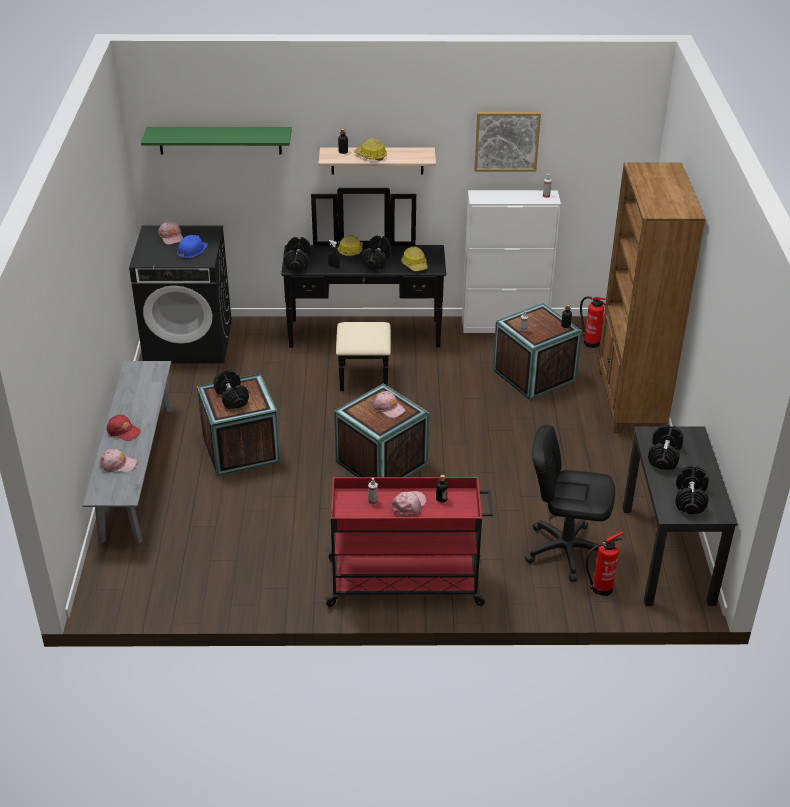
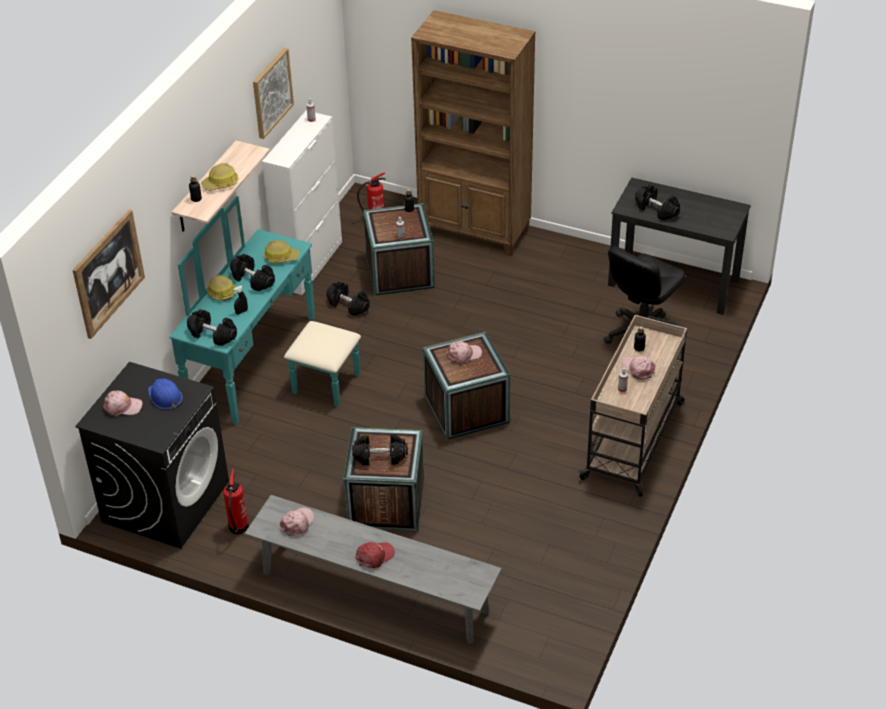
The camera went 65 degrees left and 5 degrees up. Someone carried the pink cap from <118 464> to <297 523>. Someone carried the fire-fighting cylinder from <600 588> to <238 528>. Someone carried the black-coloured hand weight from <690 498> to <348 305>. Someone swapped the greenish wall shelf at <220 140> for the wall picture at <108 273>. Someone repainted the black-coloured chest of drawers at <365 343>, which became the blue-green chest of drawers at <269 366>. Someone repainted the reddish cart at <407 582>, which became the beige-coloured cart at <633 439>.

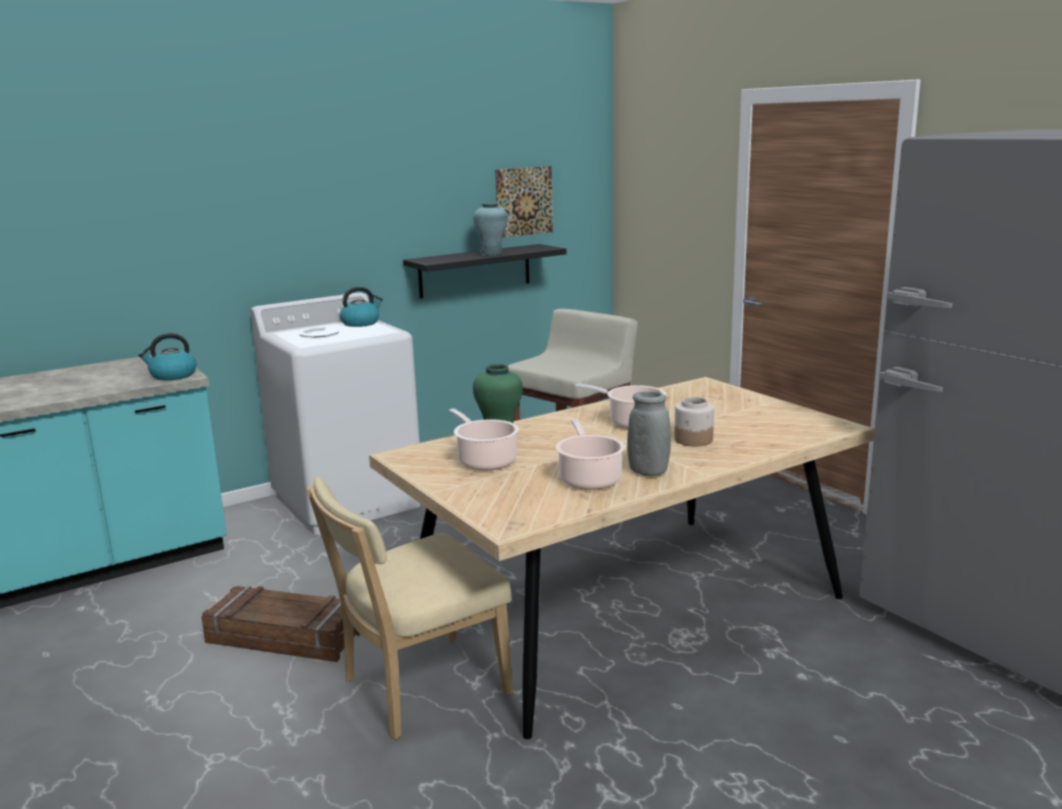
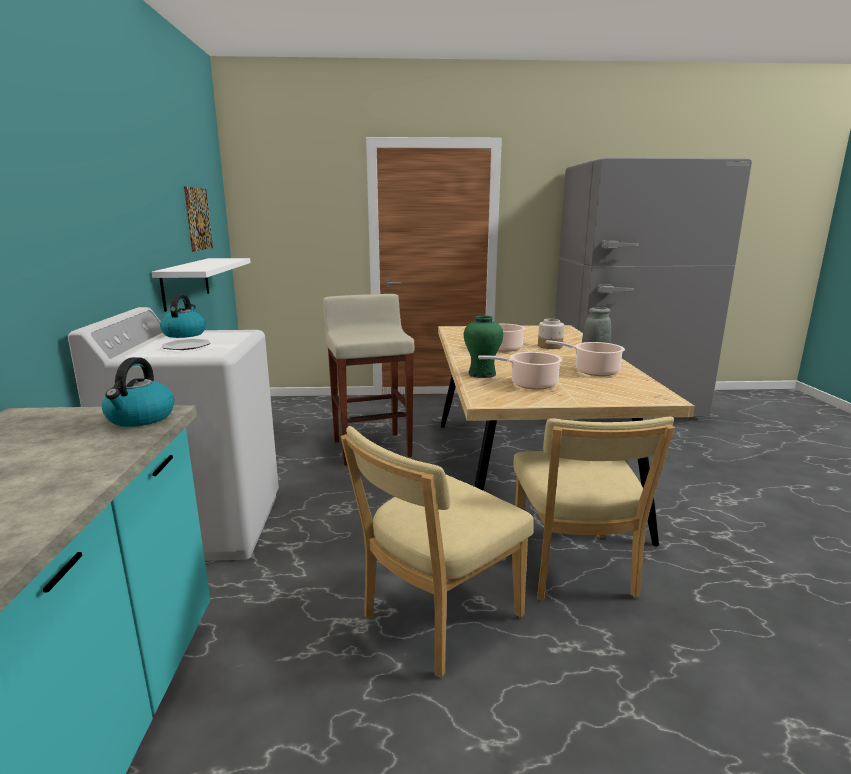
The camera went 60 degrees left and 0 degrees up. Someone took away the blue-green flower vase at <491 254>. Someone swapped the packing crate at <285 636> for the beige-coloured chair at <436 619>. Someone repainted the black-coloured wall shelf at <475 270>, which became the white-coloured wall shelf at <186 283>.

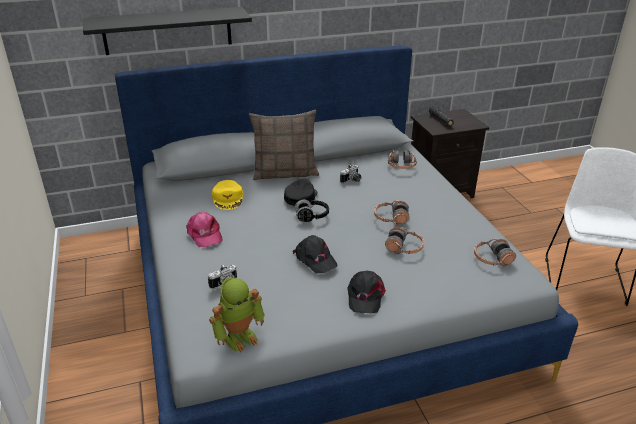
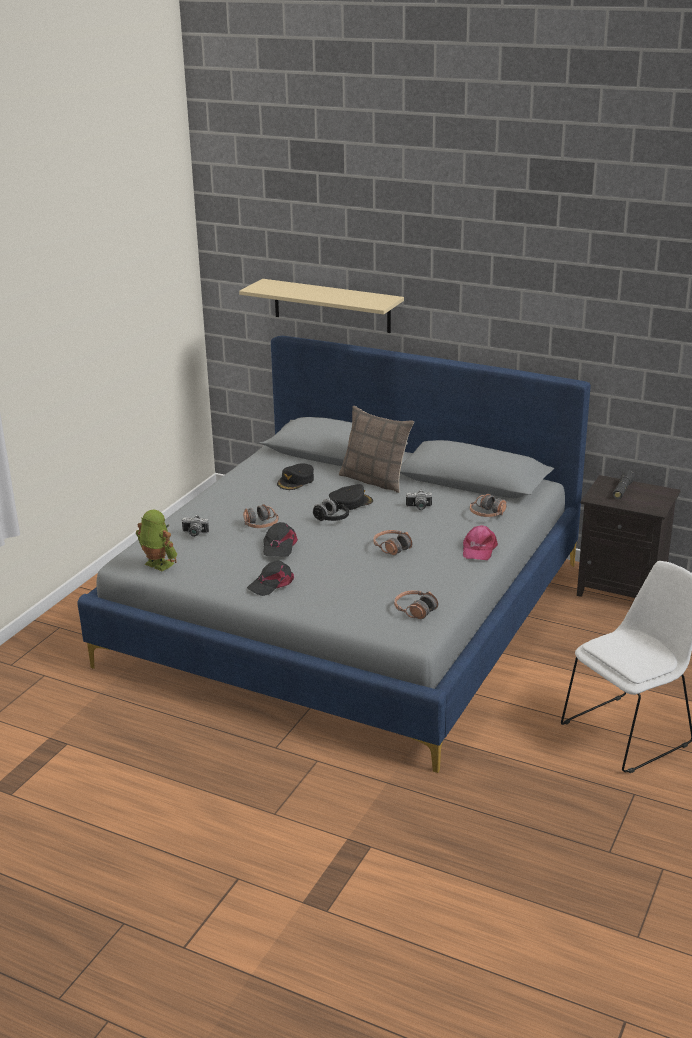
The camera went 45 degrees right and 5 degrees down. Someone carried the pink cap from <204 234> to <478 549>. Someone carried the pair of headphones from <404 248> to <260 525>. Someone repainted the black-coloured wall shelf at <168 30>, which became the beige-coloured wall shelf at <331 306>. Someone repainted the yellowish cap at <228 198>, which became the black-coloured cap at <296 481>. Someone rotated the toy robot at <239 337> by 150 degrees counterclockwise.

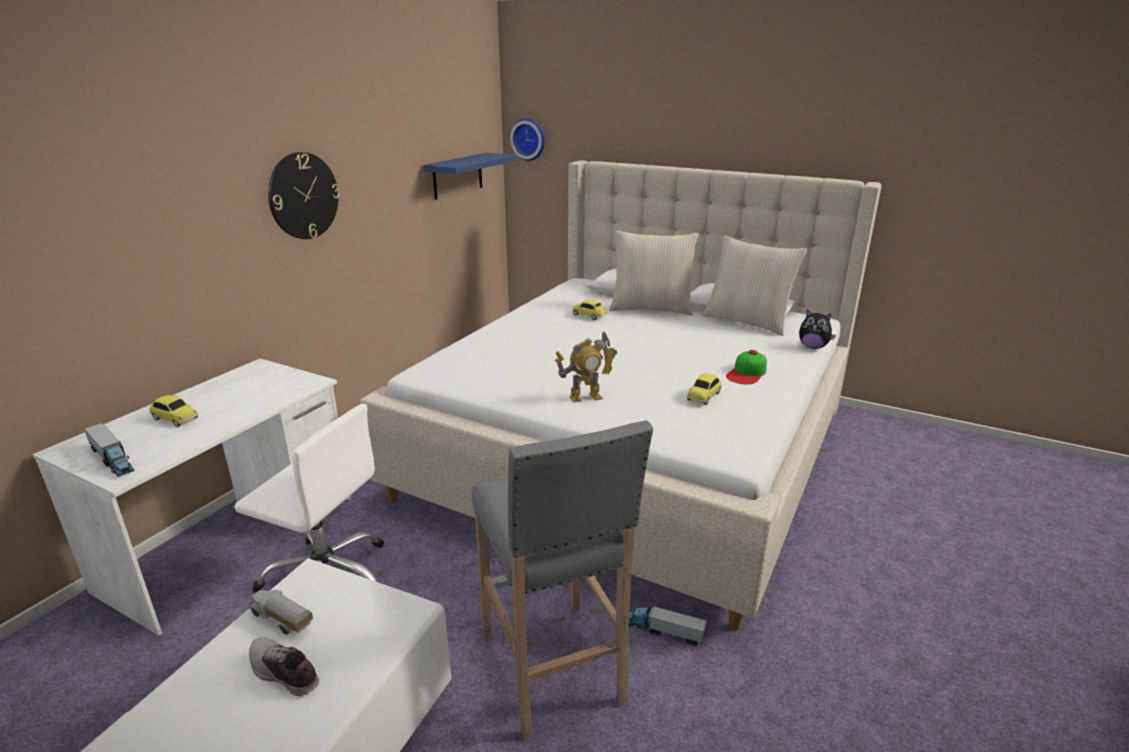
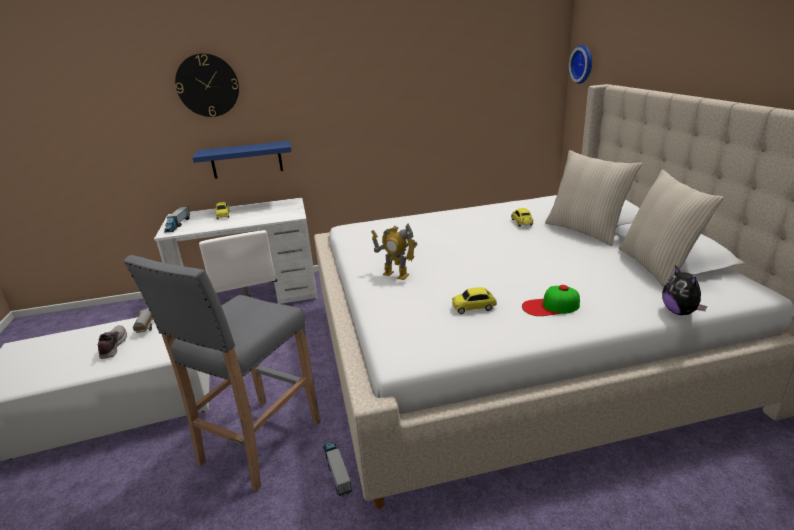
The camera went 50 degrees right and 0 degrees up. Someone carried the hanging clock from <303 196> to <207 85>. Someone carried the blue-coloured wall shelf from <457 176> to <246 160>.

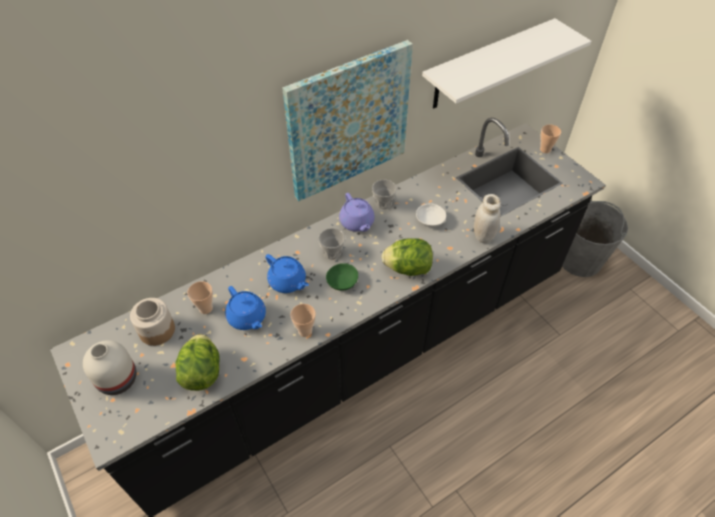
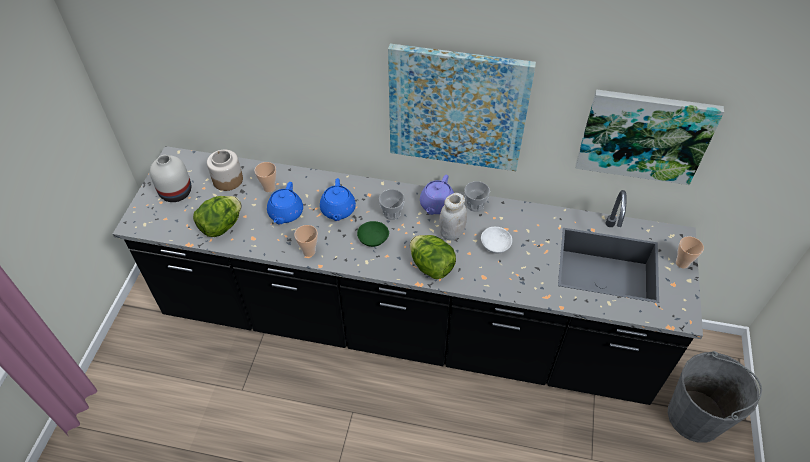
The camera went 45 degrees right and 0 degrees up. Someone carried the white-coloured preserve jar from <483 236> to <451 233>. Someone swapped the white-coloured wall shelf at <487 65> for the wall picture at <644 135>.

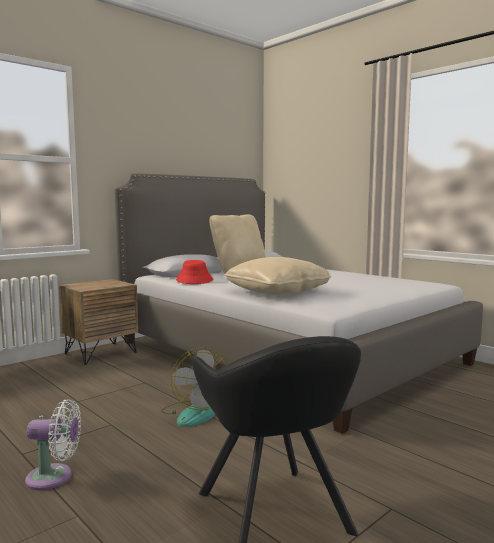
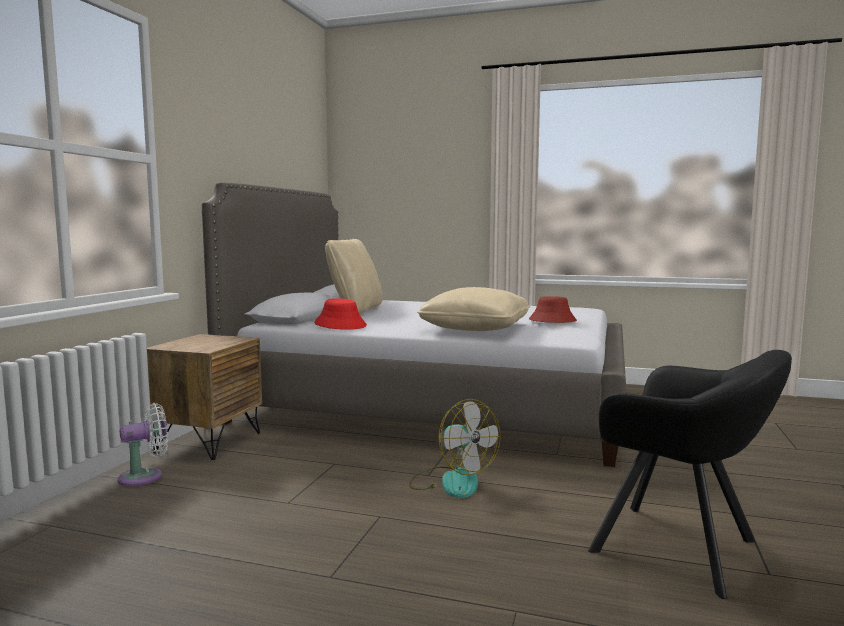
The camera went 30 degrees left and 0 degrees up. Someone put down the reddish wearable hat at <552 321>. Someone carried the white-coloured fan from <54 477> to <145 477>.

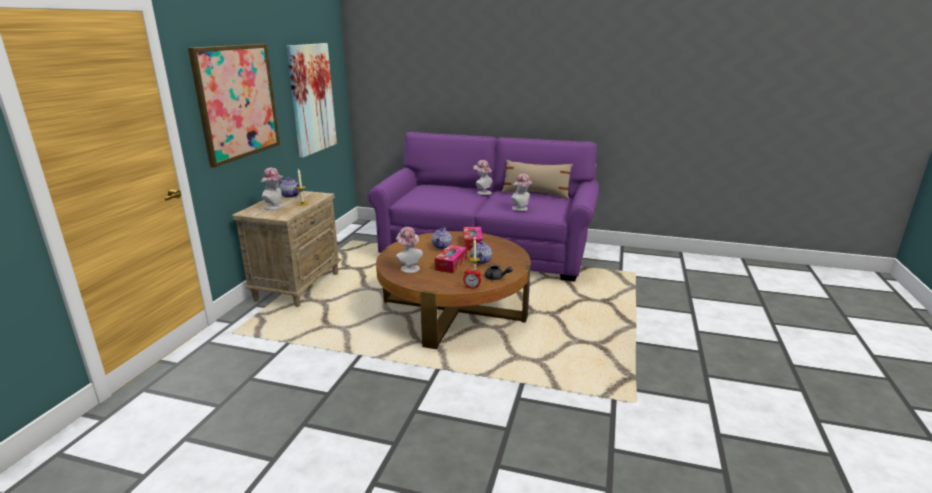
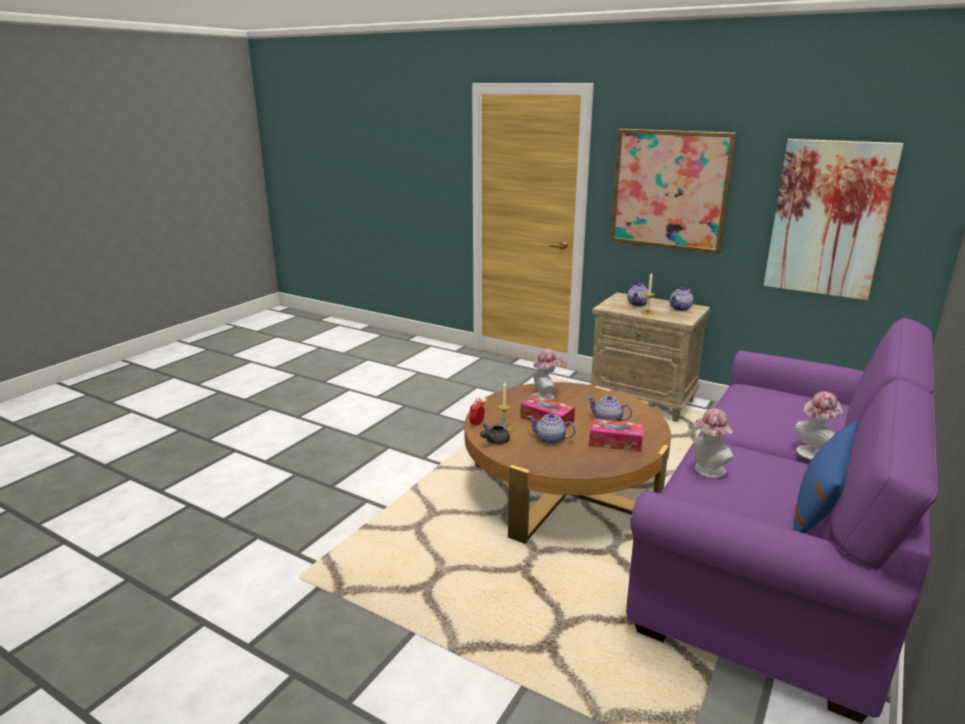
The camera went 105 degrees right and 0 degrees up. Someone swapped the wearable hat at <275 207> for the teapot at <638 304>. Someone repainted the beige-coloured throw pillow at <535 194>, which became the blue-coloured throw pillow at <819 508>.

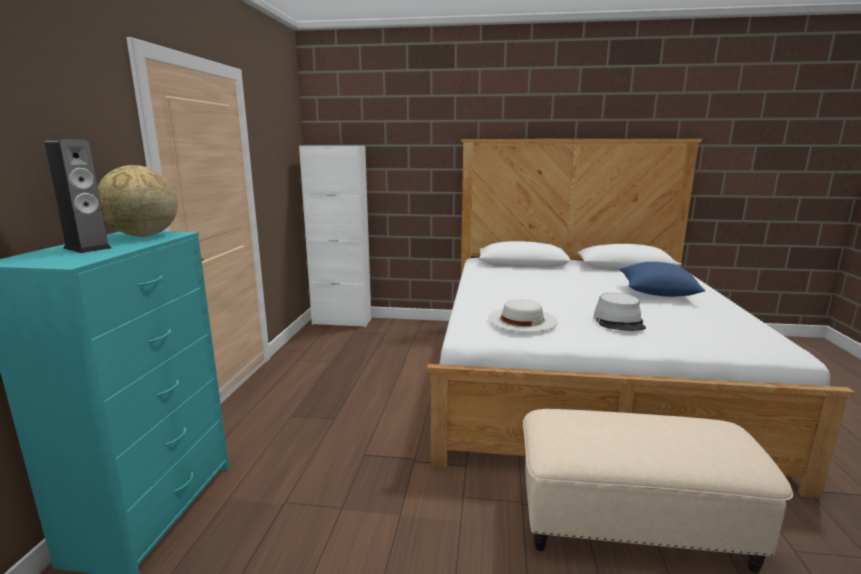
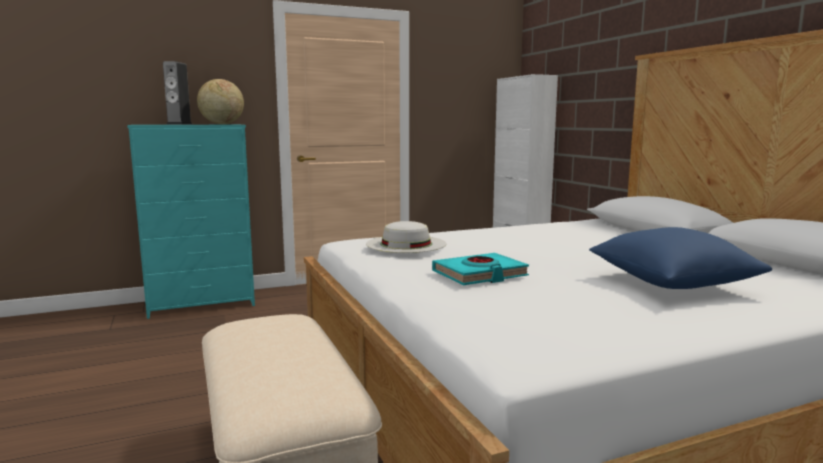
The camera went 60 degrees right and 5 degrees down. Someone swapped the gray wearable hat at <619 322> for the blue-green bound book at <480 275>.

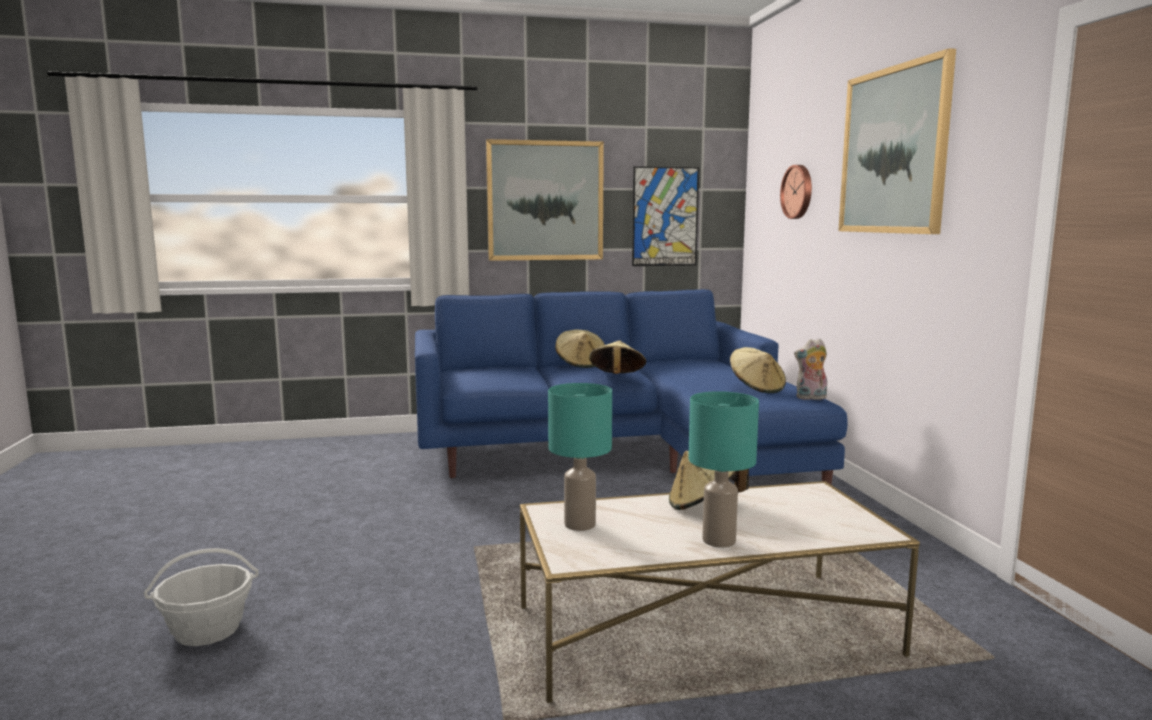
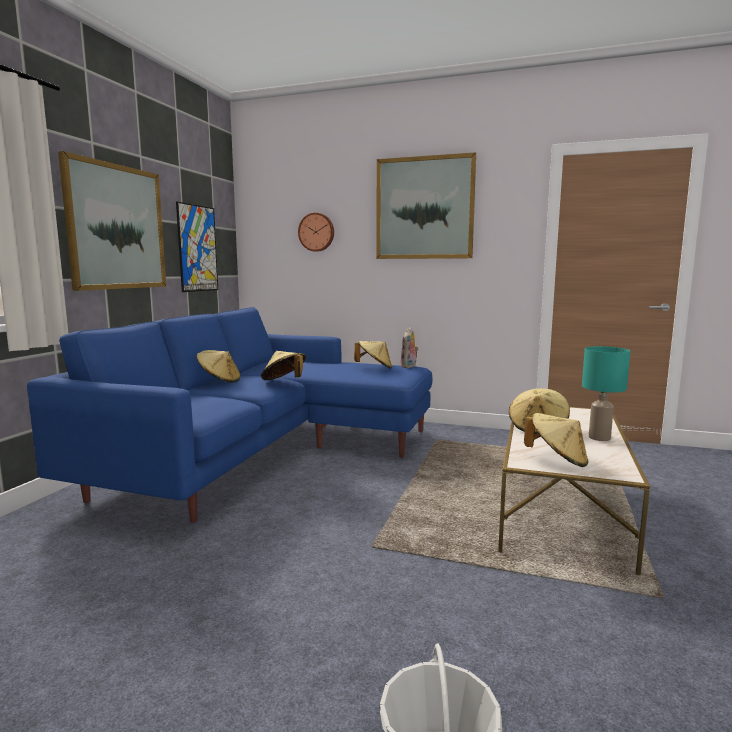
The camera went 60 degrees left and 0 degrees up. Someone swapped the blue-green table lamp at <580 524> for the beige-coloured wearable hat at <557 460>.

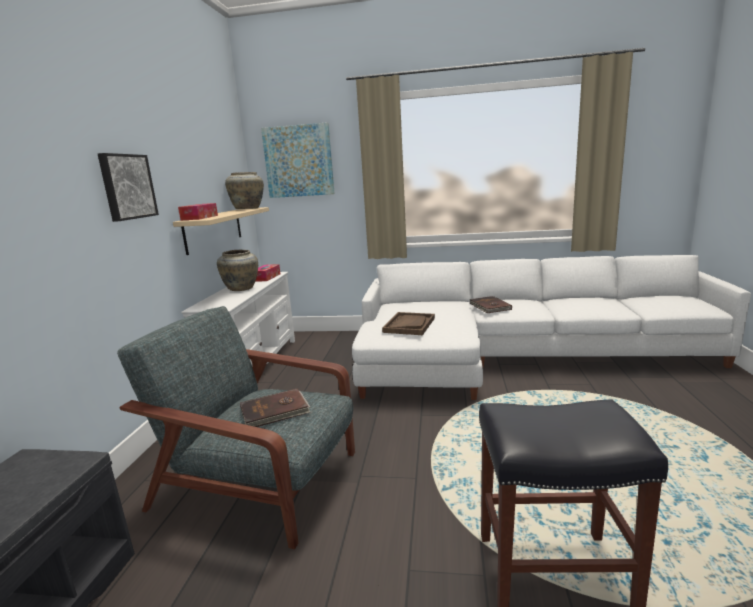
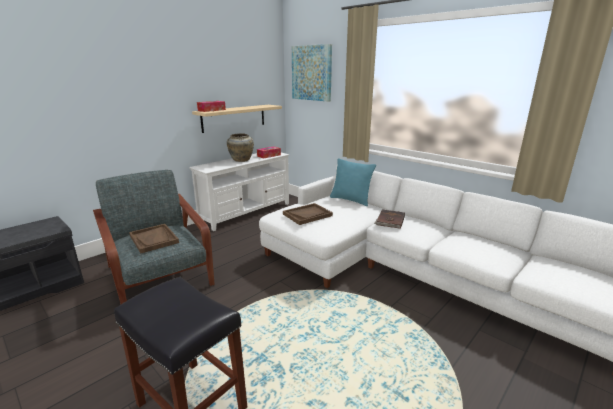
The camera went 35 degrees right and 5 degrees up. Someone took away the wall picture at <127 187>. Someone took away the beige-coloured flower vase at <248 209>. Someone put down the blue-green throw pillow at <350 200>. Someone swapped the brown bound book at <275 411> for the brown tray at <154 239>.

